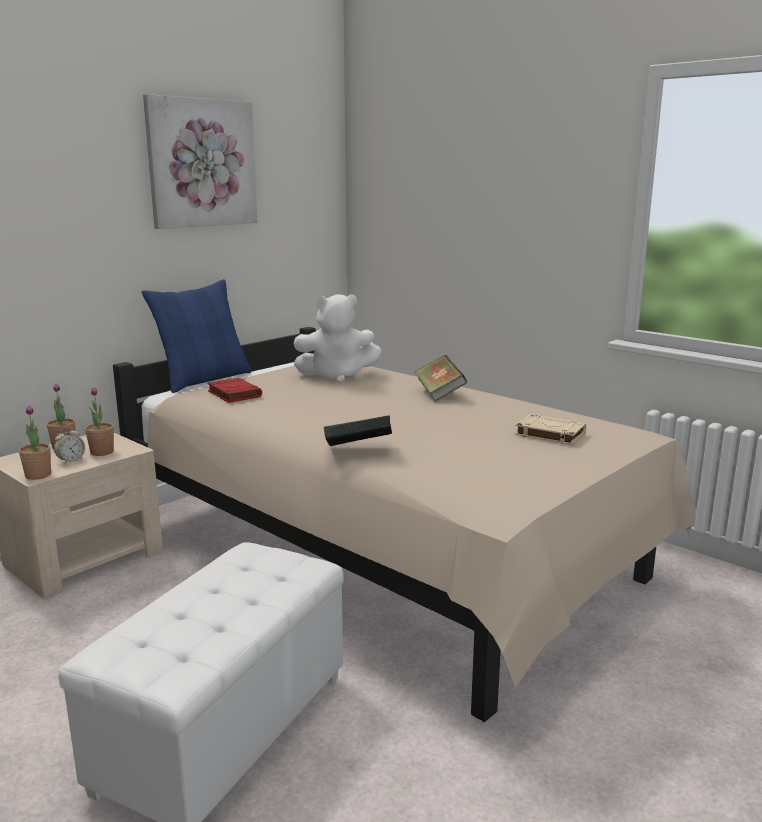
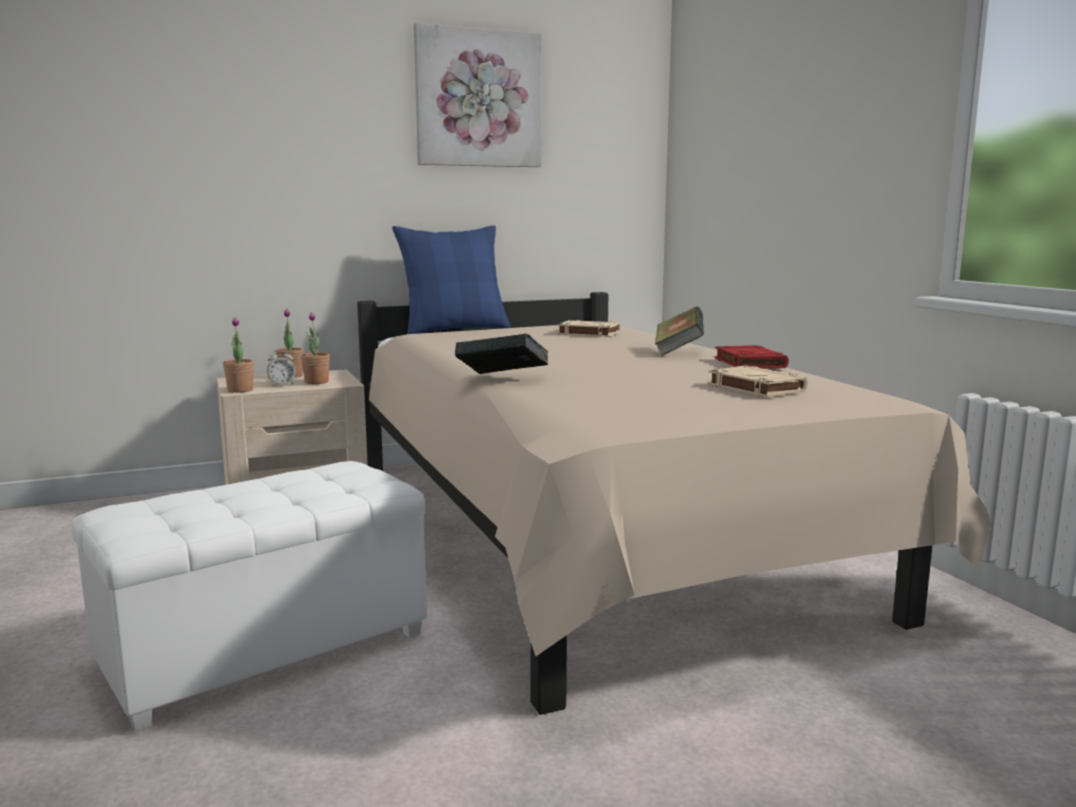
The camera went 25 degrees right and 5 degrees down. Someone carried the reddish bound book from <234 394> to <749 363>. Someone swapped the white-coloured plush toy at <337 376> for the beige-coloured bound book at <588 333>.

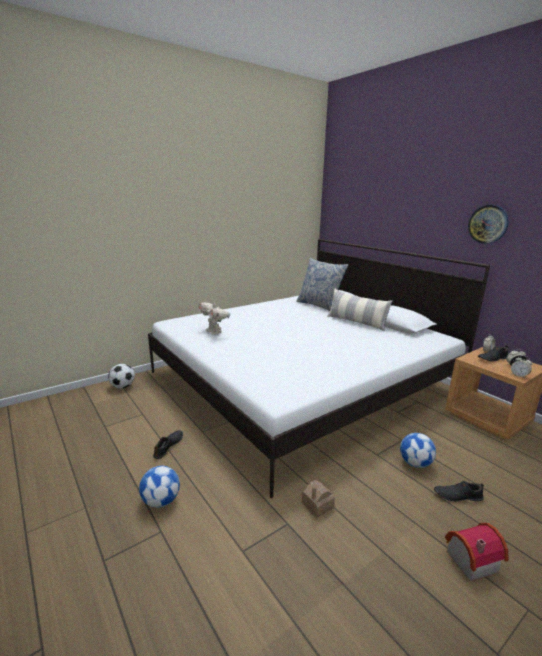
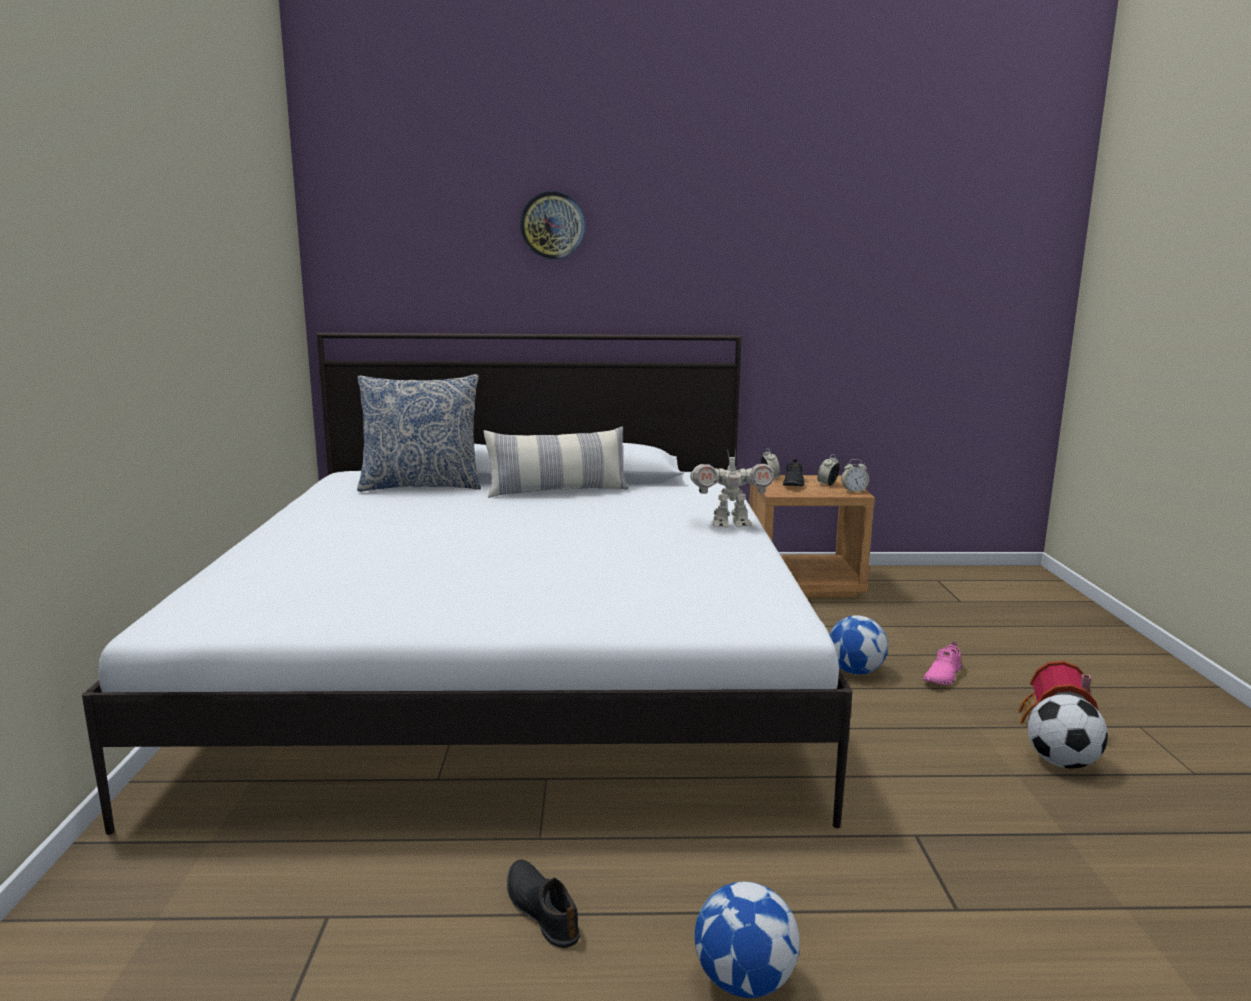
The camera went 55 degrees left and 5 degrees down. Someone took away the toy house at <317 505>. Someone carried the football ball from <123 386> to <1062 763>. Someone carried the toy robot from <214 332> to <730 524>. Someone carried the hanging clock from <488 224> to <553 225>. Someone repainted the black-coloured shoe at <457 495>, which became the pink shoe at <942 676>.

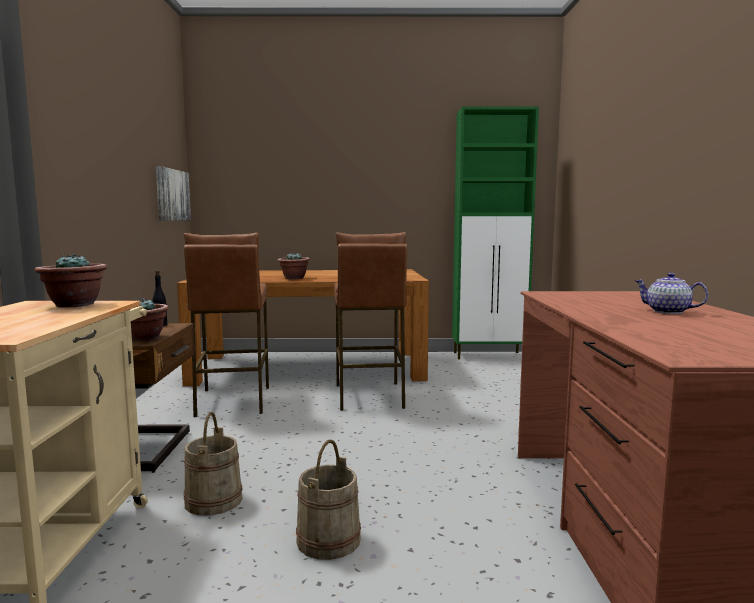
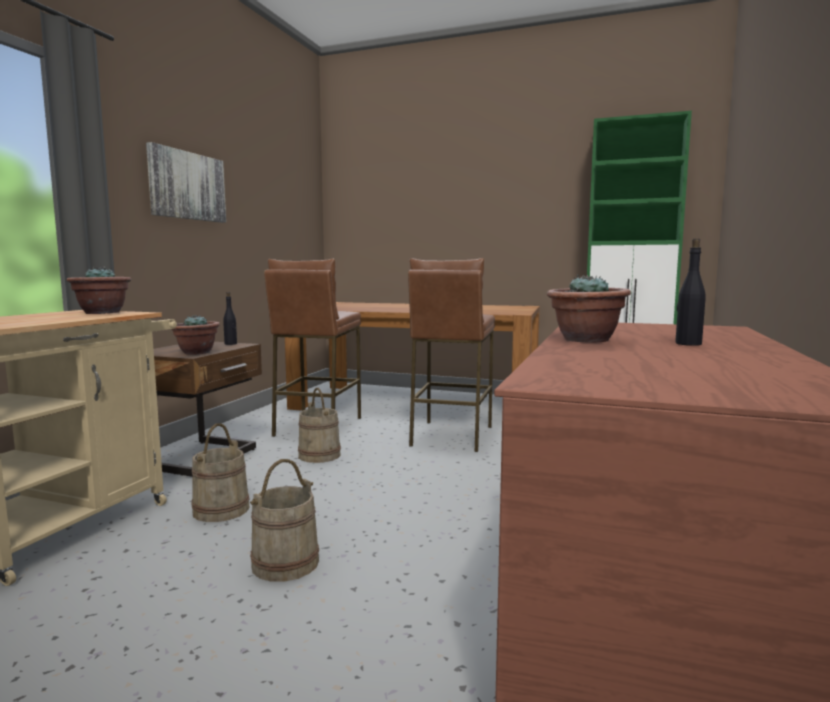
The camera went 20 degrees right and 0 degrees up. Someone put down the beige-coloured bucket at <320 455>. Someone carried the wall picture from <172 195> to <187 186>. Someone carried the houseplant from <294 278> to <585 340>. Someone swapped the teapot at <668 311> for the black-coloured drink bottle at <688 344>.

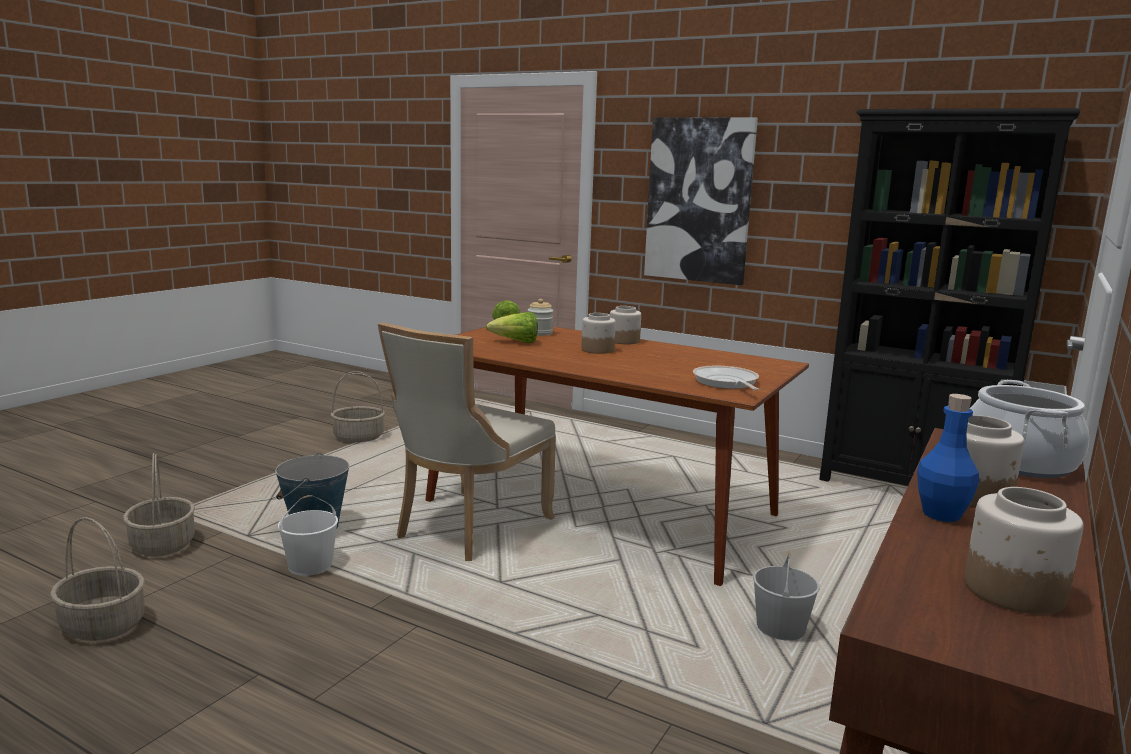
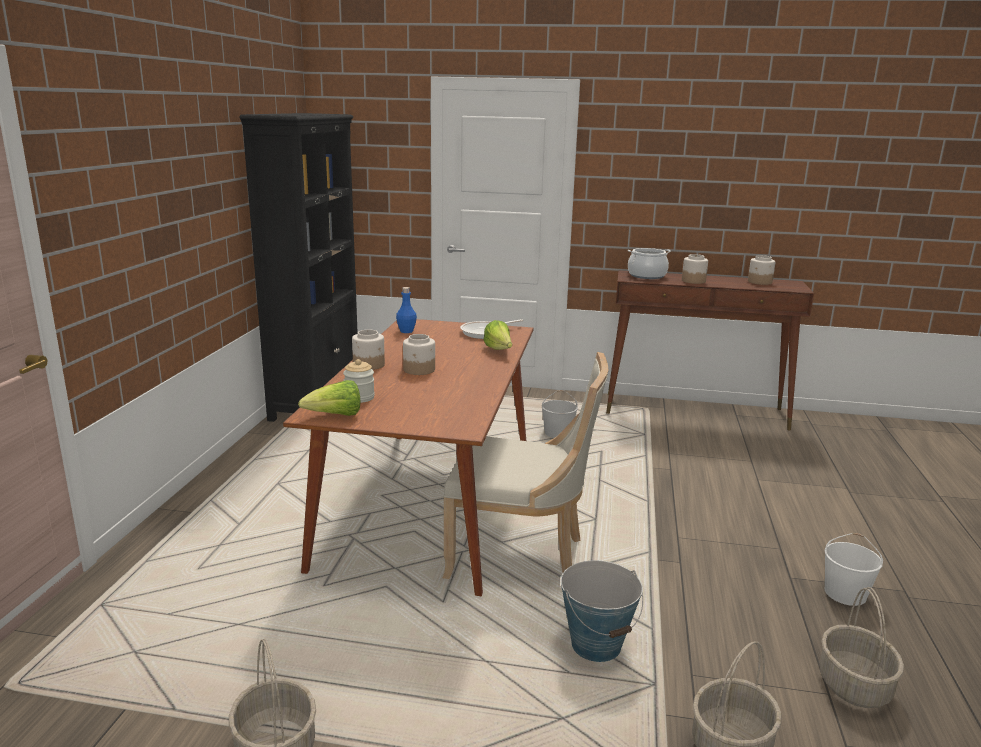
The camera went 110 degrees left and 5 degrees up. Someone took away the wall picture at <699 200>. Someone carried the white-coloured bucket from <310 565> to <846 593>. Someone carried the head of lettuce from <516 342> to <499 350>. Someone carried the blue-coloured drink bottle from <941 514> to <406 331>.

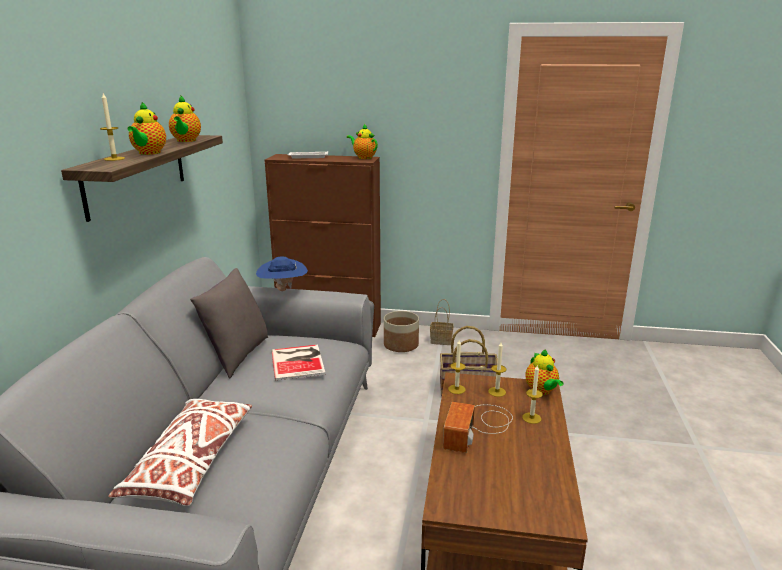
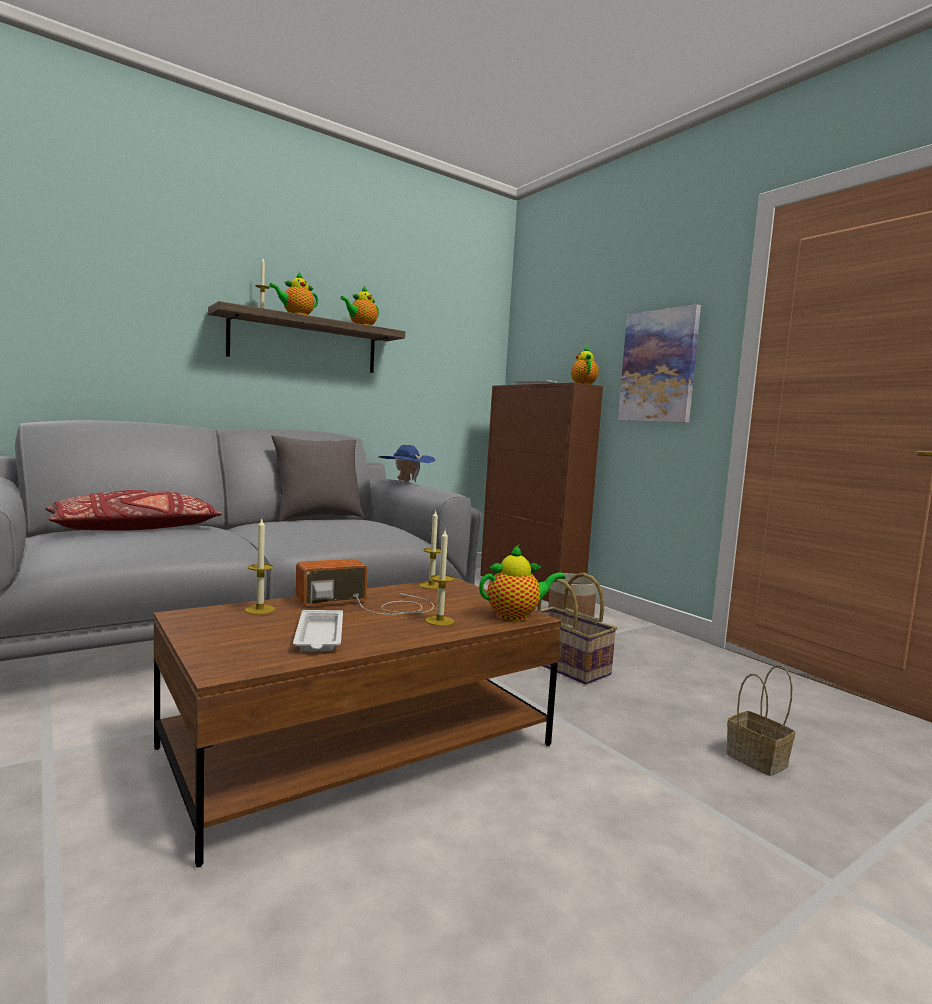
The camera went 45 degrees right and 15 degrees down. Someone took away the bound book at <299 361>. Someone put down the white-coloured tray at <319 636>. Someone put up the wall picture at <658 366>. Someone carried the storage basket from <442 340> to <759 760>. Someone carried the candle from <497 392> to <259 610>. Someone repainted the white-coloured throw pillow at <191 462>, which became the reddish throw pillow at <136 529>. Someone rotated the teapot at <542 391> by 135 degrees counterclockwise.

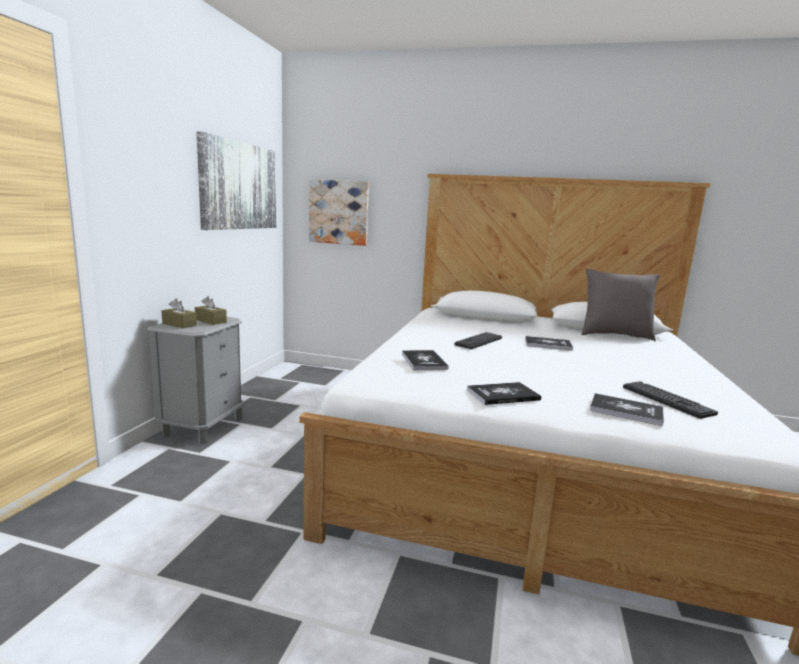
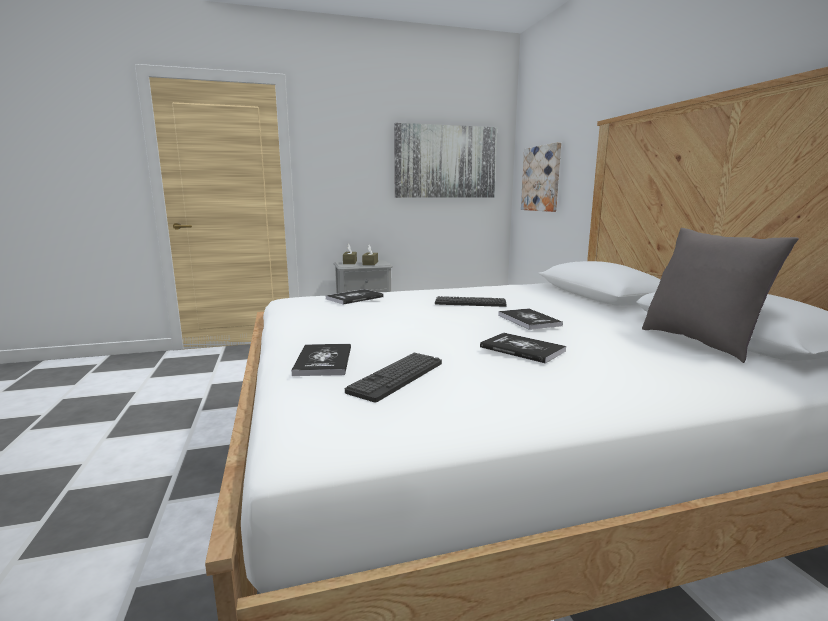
The camera went 60 degrees right and 0 degrees up. Someone carried the bound book from <503 395> to <522 349>.

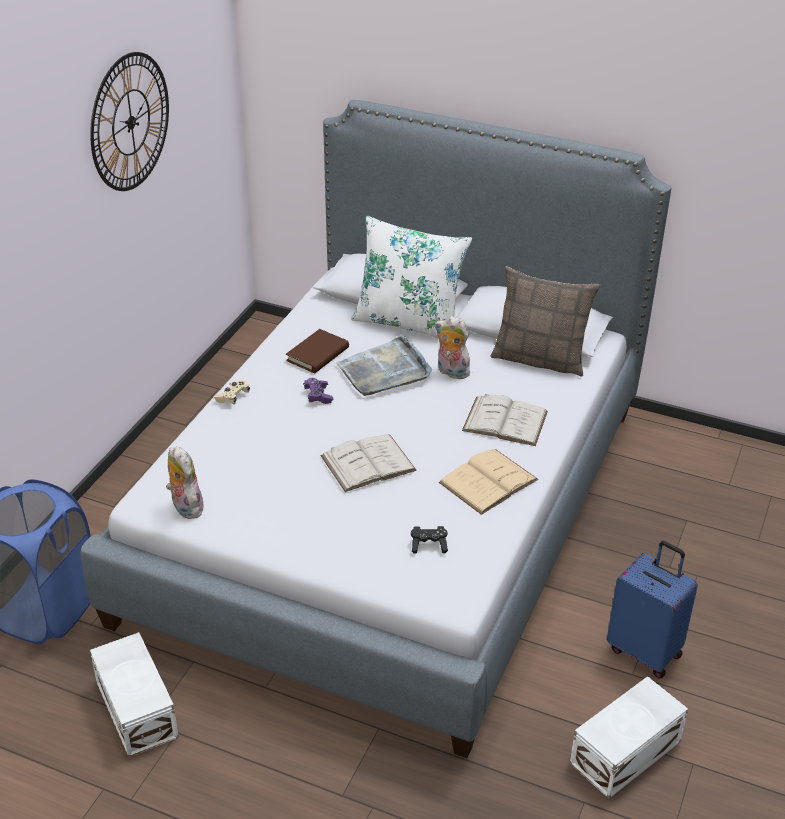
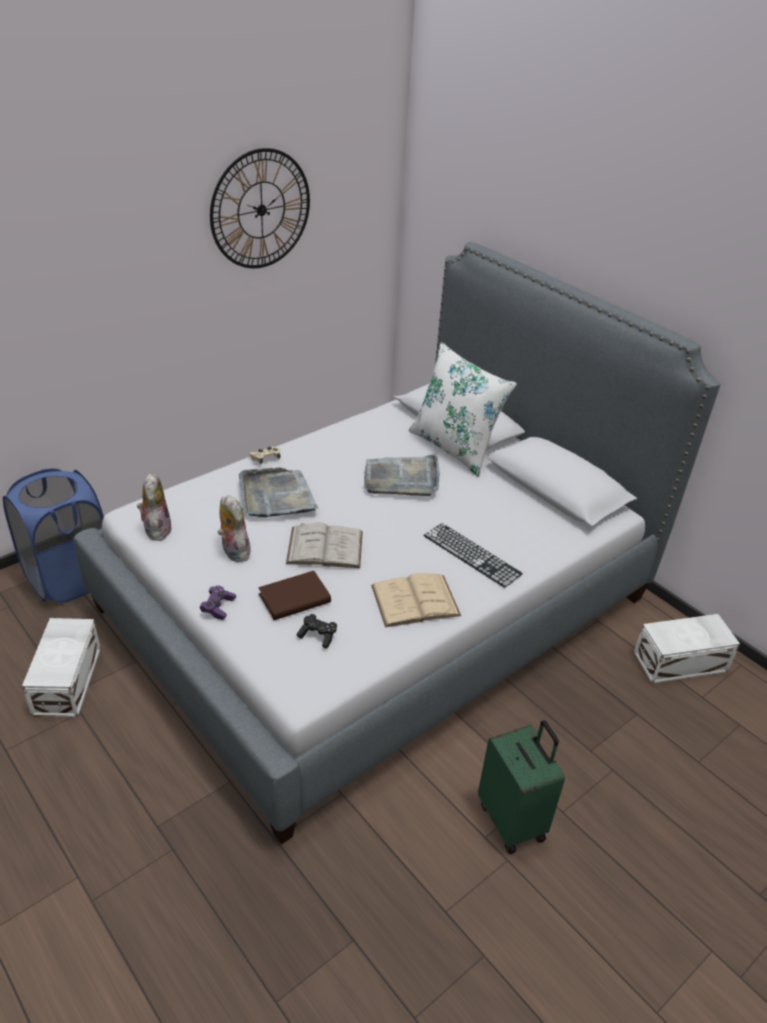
The camera went 25 degrees right and 0 degrees up. Someone took away the throw pillow at <540 359>. Someone put down the gray tray at <276 496>. Someone carried the brown bound book from <317 354> to <294 599>. Someone carried the purplish joypad from <318 396> to <218 607>. Someone carried the plush toy from <451 372> to <233 551>. Someone carried the white-coloured storage bin from <627 752> to <681 663>. Someone swapped the white-coloured bound book at <505 421> for the computer keyboard at <472 554>. Someone repainted the blue-coloured suitcase at <645 651>, which became the greenish suitcase at <513 820>.

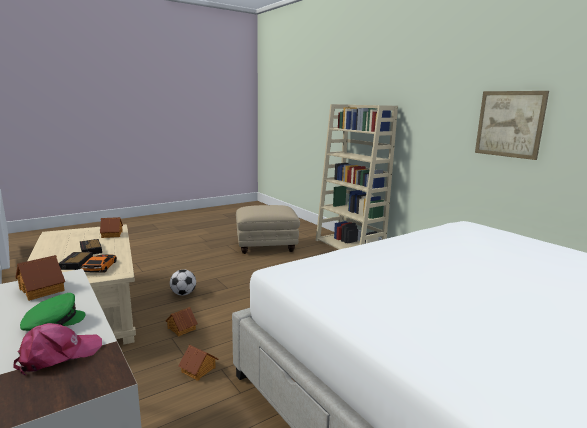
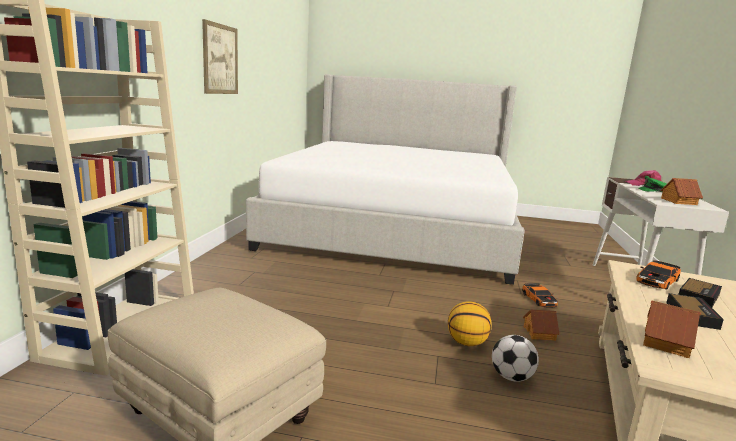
The camera went 135 degrees left and 0 degrees up. Someone put down the ball for basketball at <467 343>. Someone swapped the toy house at <199 370> for the miniature car at <539 299>.

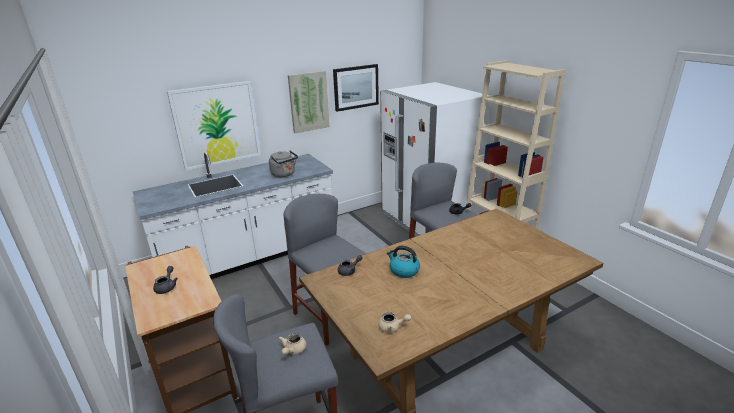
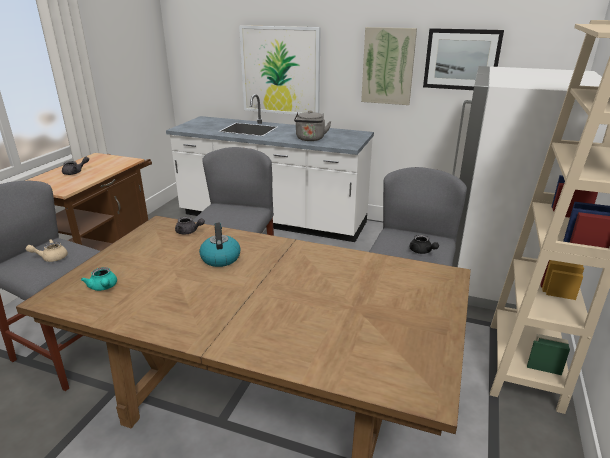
The camera went 50 degrees right and 0 degrees up. Someone repainted the beige-coloured teapot at <392 327>, which became the blue-green teapot at <103 287>.

